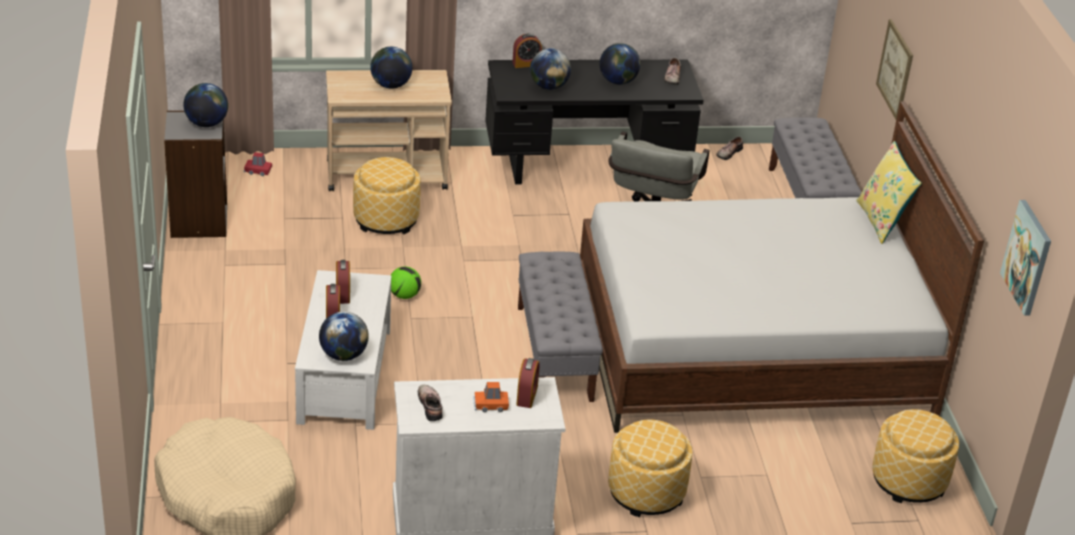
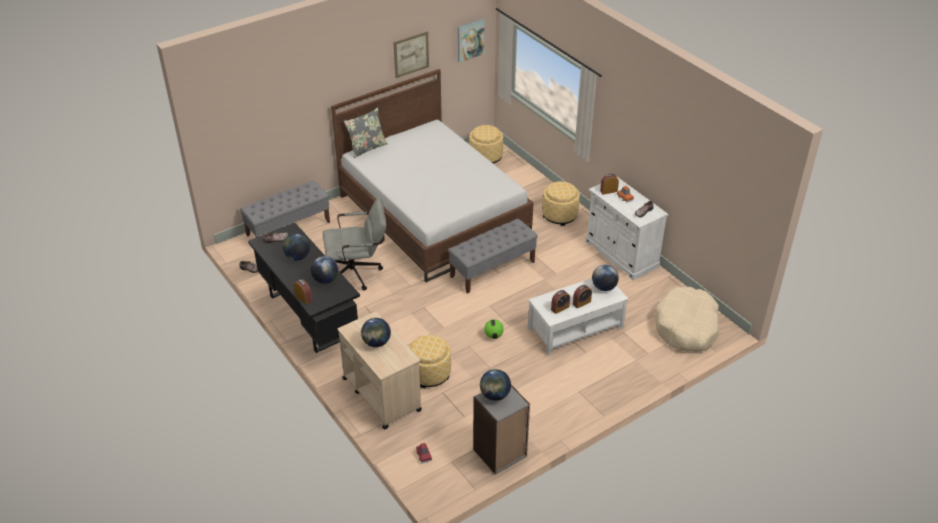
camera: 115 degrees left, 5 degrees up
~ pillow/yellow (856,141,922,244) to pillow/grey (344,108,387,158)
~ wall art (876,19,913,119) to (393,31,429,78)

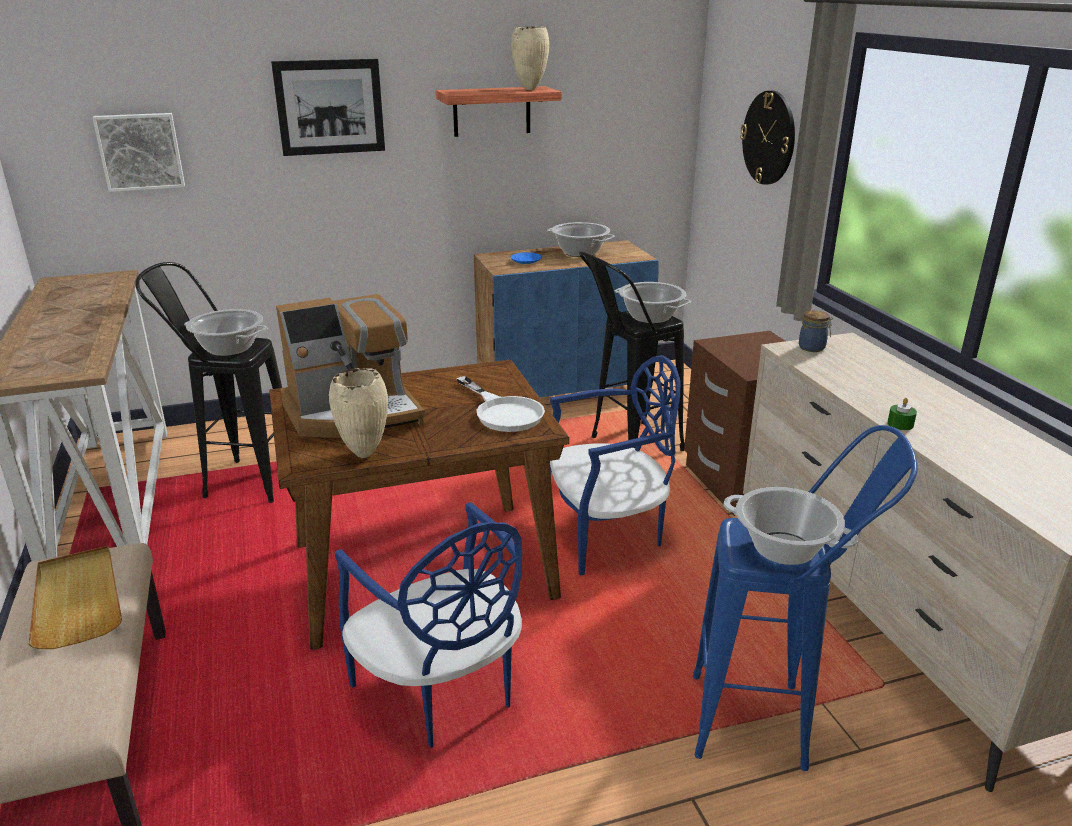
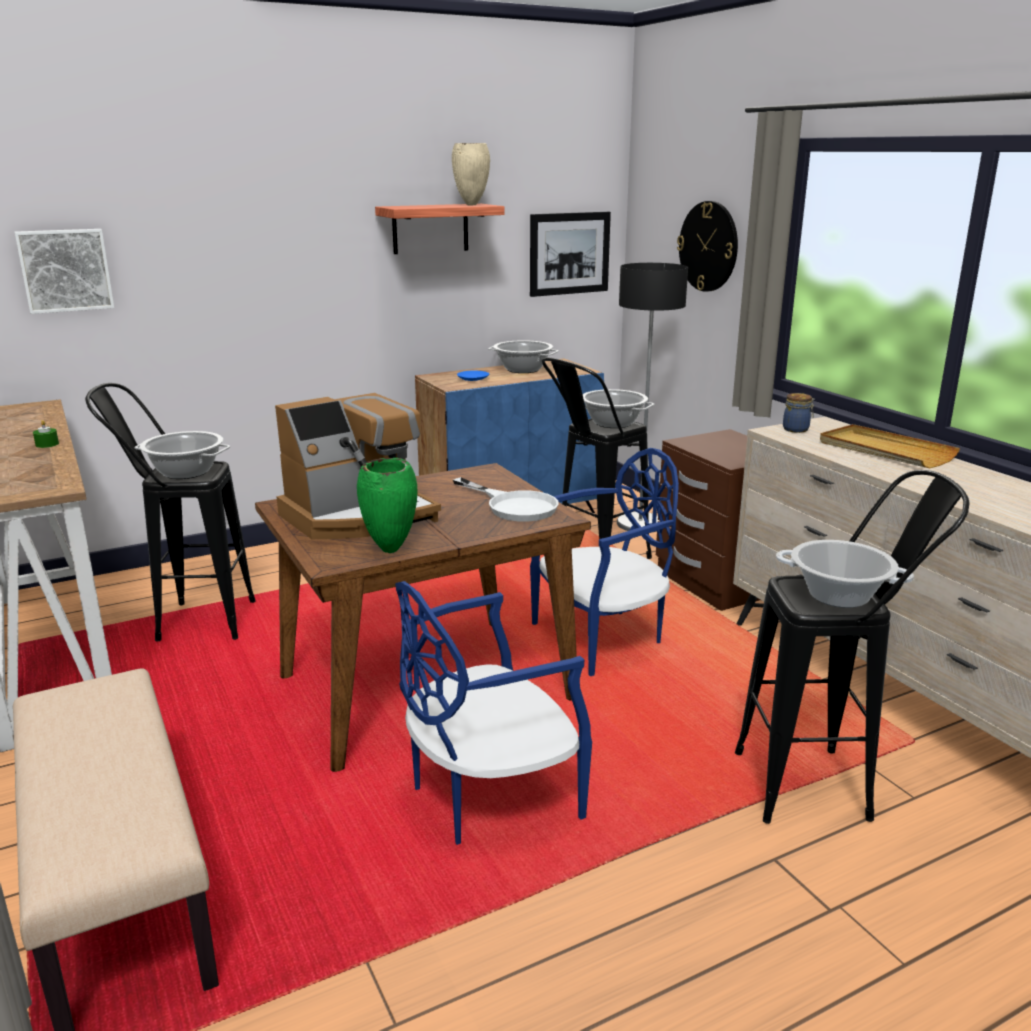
camera: 10 degrees left, 5 degrees down
~ wax light/green (887,398,917,430) to (33,420,59,448)
~ decorative vase/sand-coloured (329,368,388,458) to decorative vase/green (357,458,418,553)
~ upright chair/bluish (335,502,522,748) = (395,581,592,845) 105 degrees clockwise
~ wall art (271,59,385,156) to (530,212,611,297)
+ standard lamp (617,263,688,533)
~ stool seat/bluish (693,425,918,771) to stool seat/blackish (735,470,969,824)
~ serving tray/sand-coloured (29,546,122,649) to (820,424,960,469)

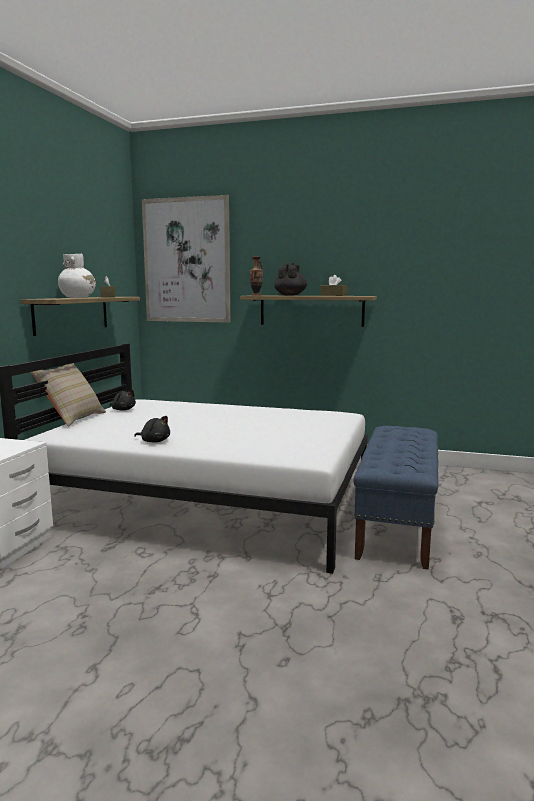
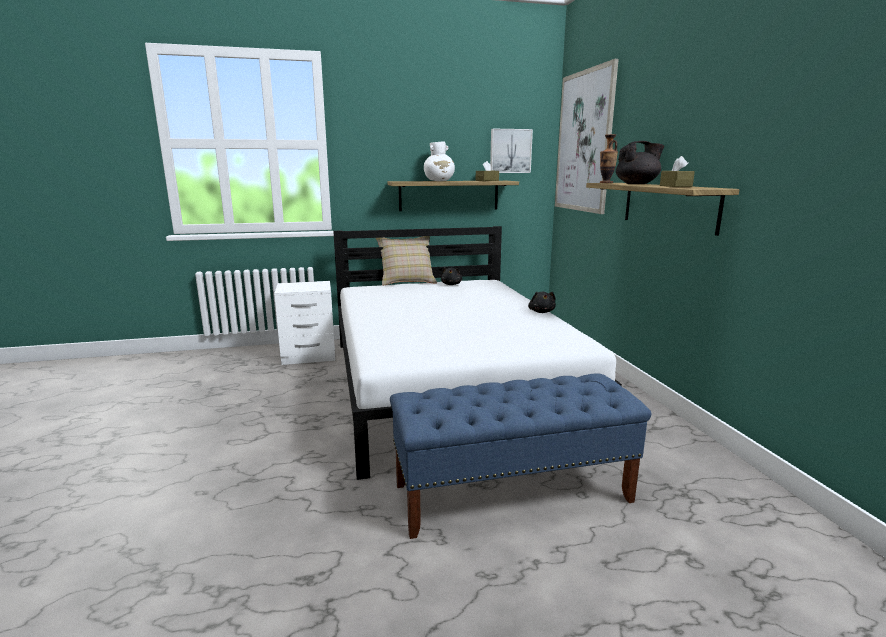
camera: 60 degrees right, 5 degrees up
+ wall art (490,129,533,173)
~ plush toy/blackish (134,416,170,443) to (528,291,556,313)

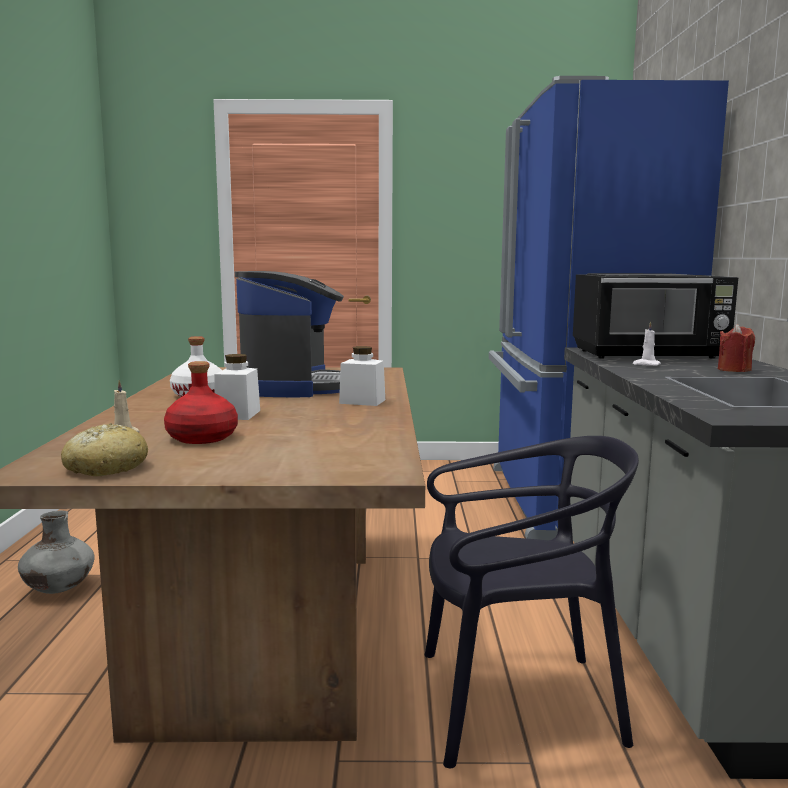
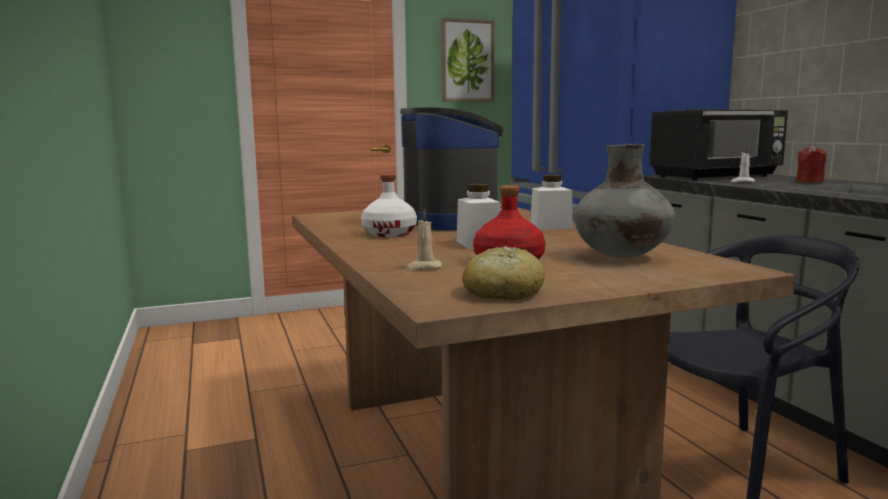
camera: 20 degrees left, 0 degrees up
+ wall art (441,18,494,102)
~ decorative vase/grey (18,511,95,594) to (574,144,675,258)

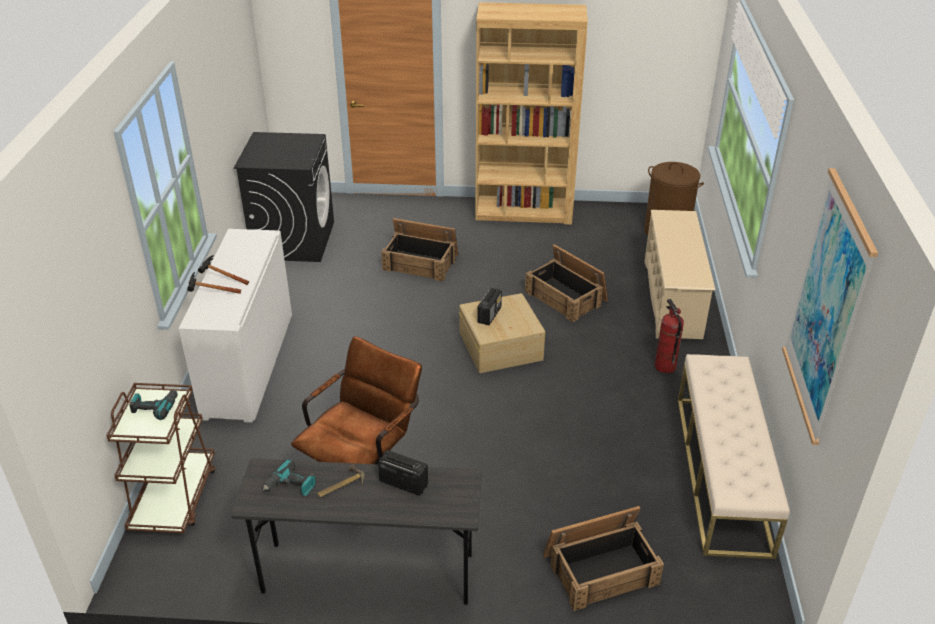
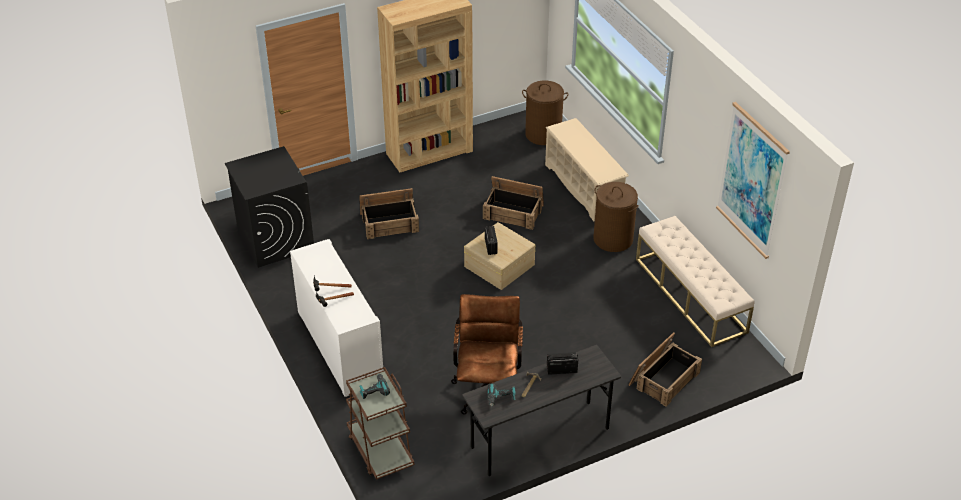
camera: 30 degrees left, 5 degrees up
~ fire extinguisher (655,299,684,373) to laundry basket/brown (594,182,639,252)

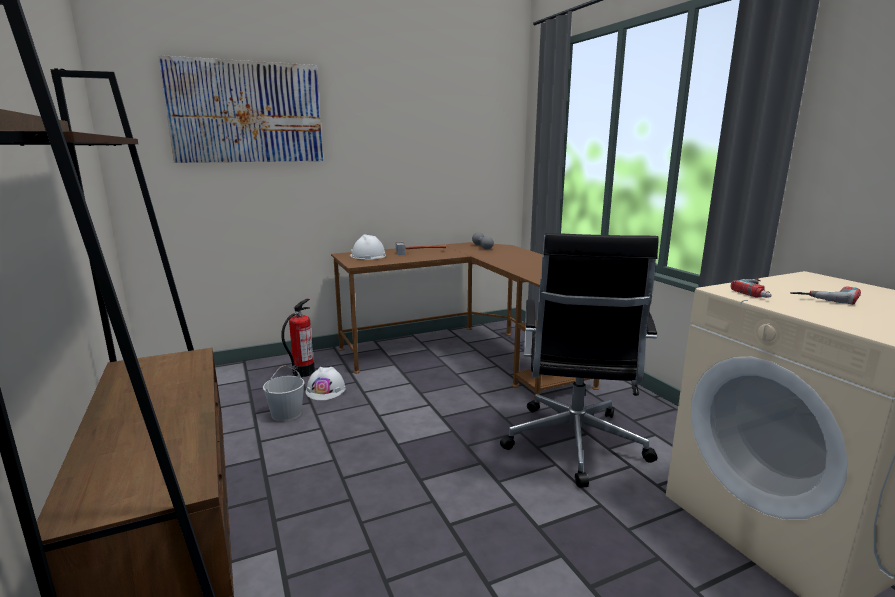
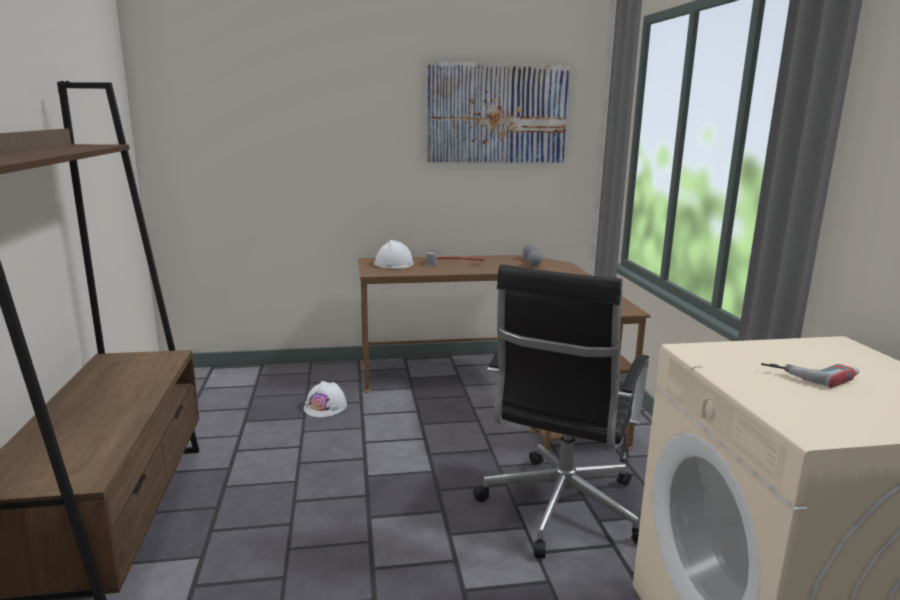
camera: 15 degrees right, 0 degrees up
~ wall art (158,55,323,163) to (426,62,570,163)
- pail/white (263,365,304,421)
- fire extinguisher (281,299,315,377)
- power drill (731,278,772,298)

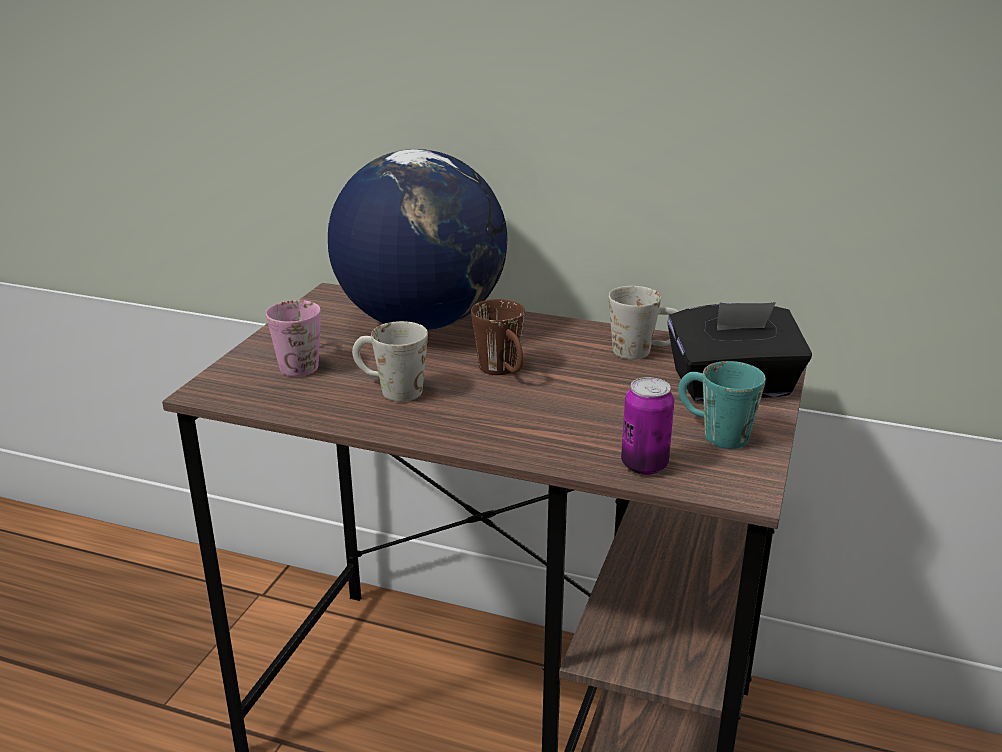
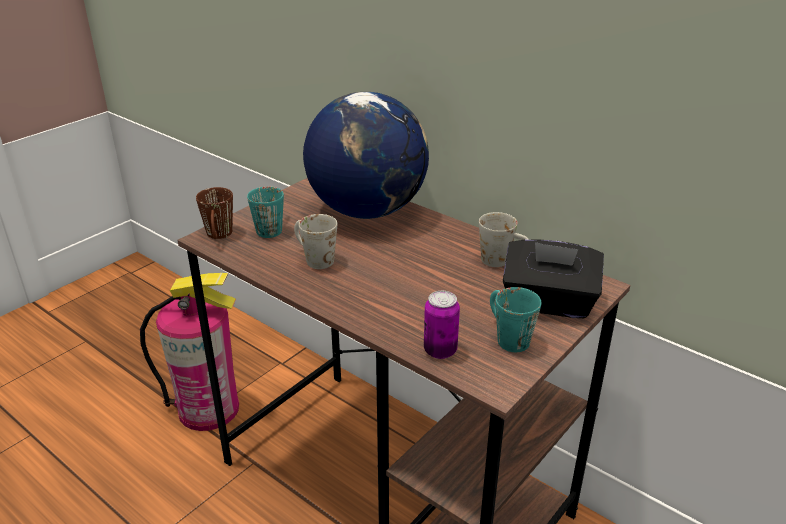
camera: 20 degrees right, 5 degrees up
+ fire extinguisher (140,273,239,431)
~ tea mug/brown (471,299,525,375) to (196,187,233,239)
~ tea mug/pink-coloured (266,300,321,377) to tea mug/turquoise-coloured (247,186,284,238)

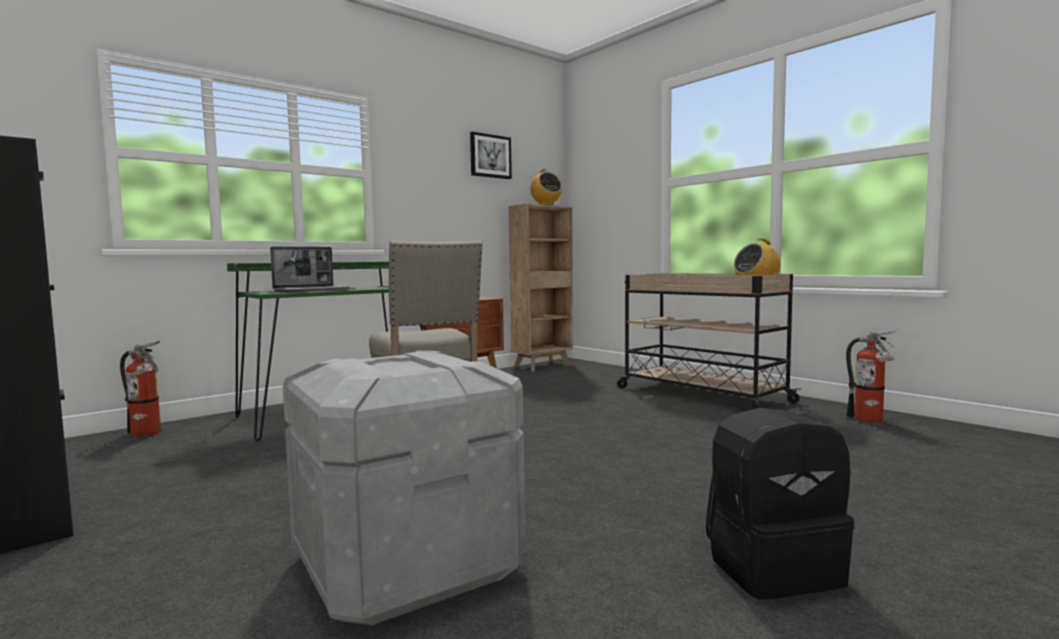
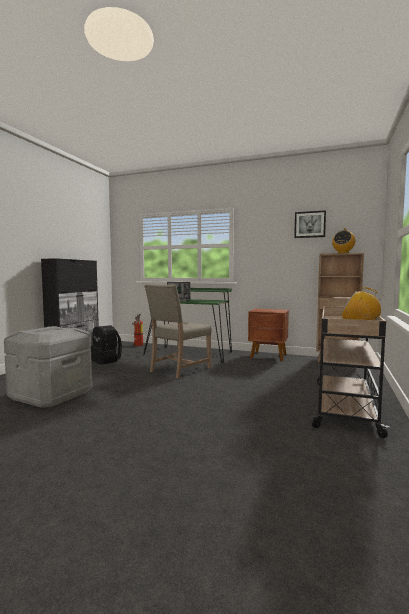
camera: 60 degrees right, 0 degrees up
~ knapsack/blackish (706,408,854,600) to (91,325,122,364)
- fire extinguisher (846,330,897,424)

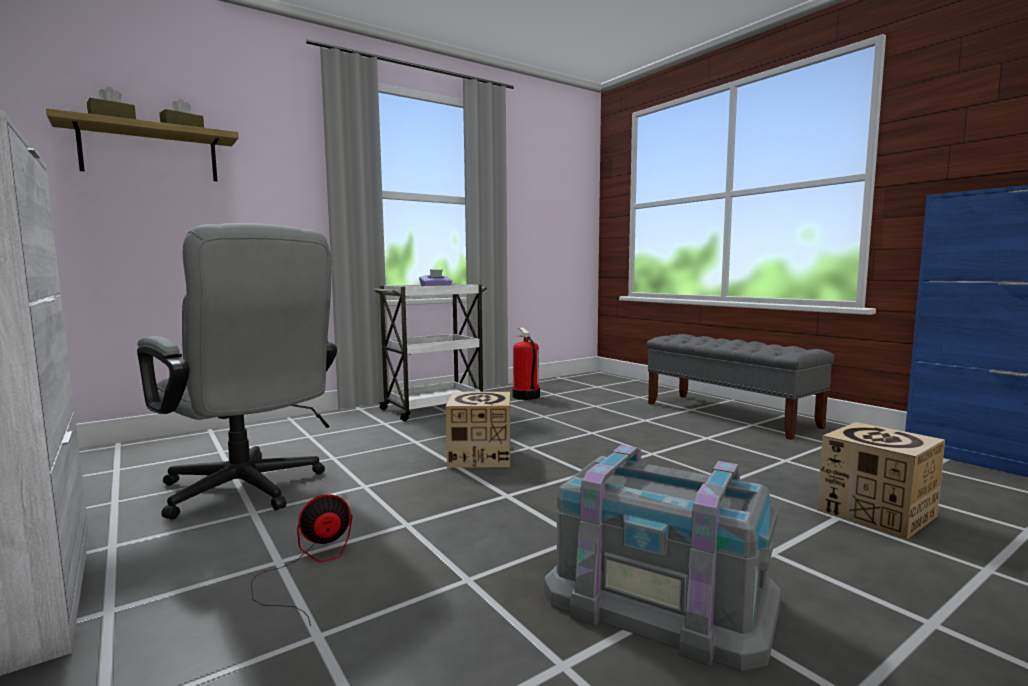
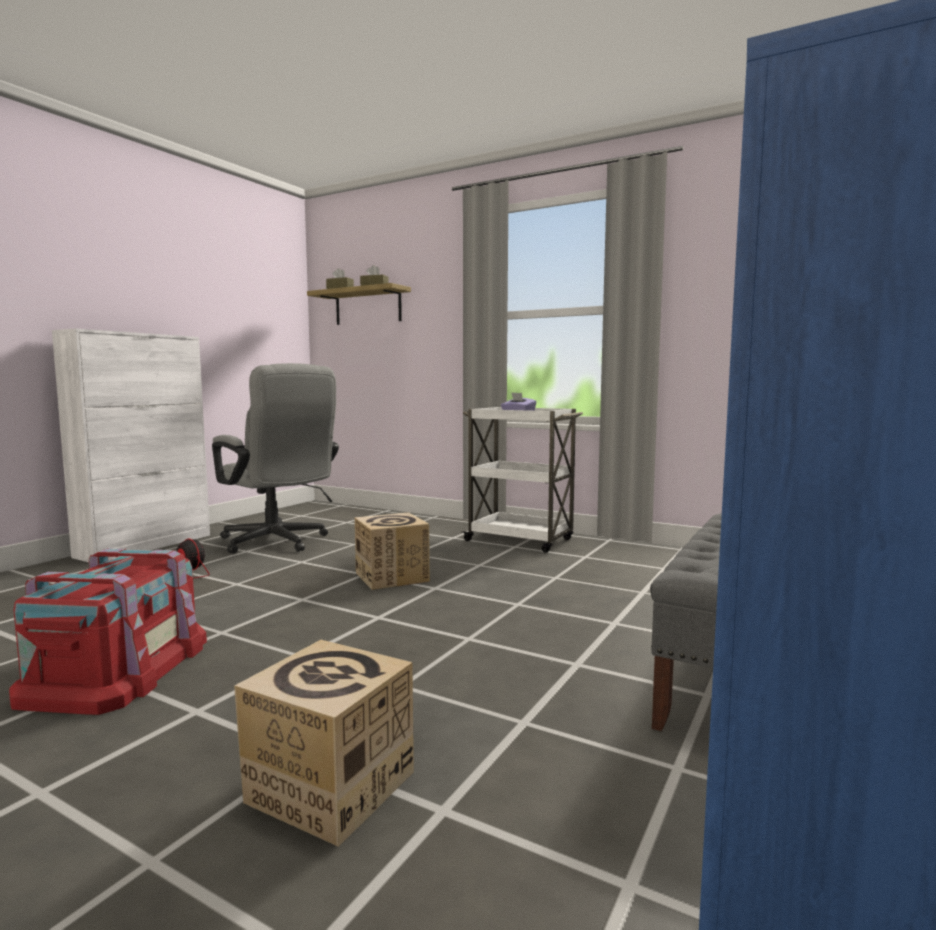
camera: 65 degrees right, 0 degrees up
~ storage box/grey (544,445,781,671) to storage box/red-coloured (9,548,207,715)
~ desk chair/grey (137,223,337,520) = (212,363,339,554) 60 degrees counterclockwise
- fire extinguisher (512,328,540,400)

